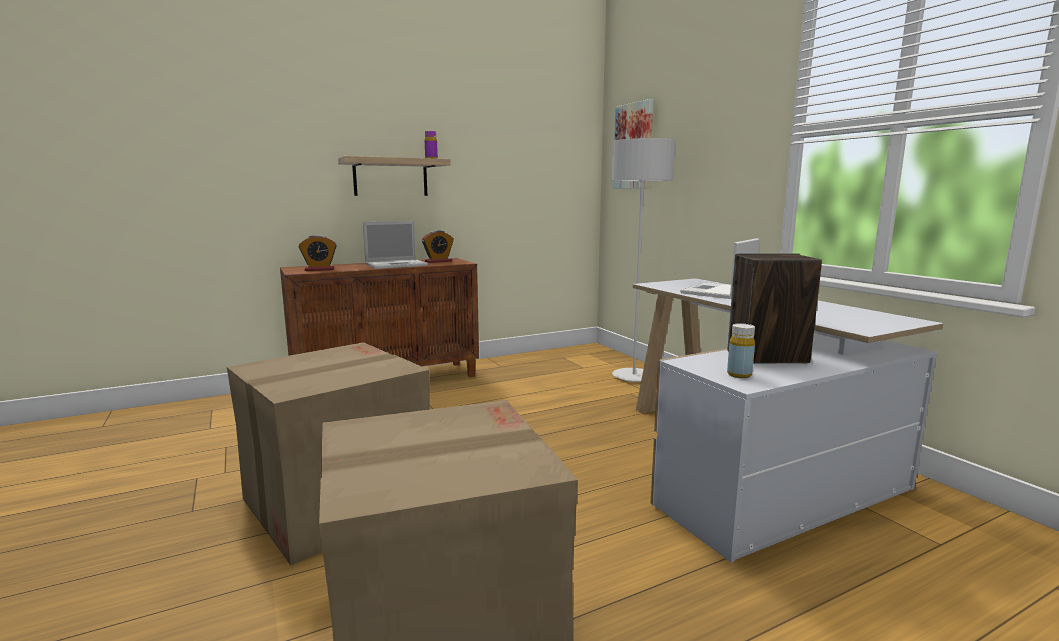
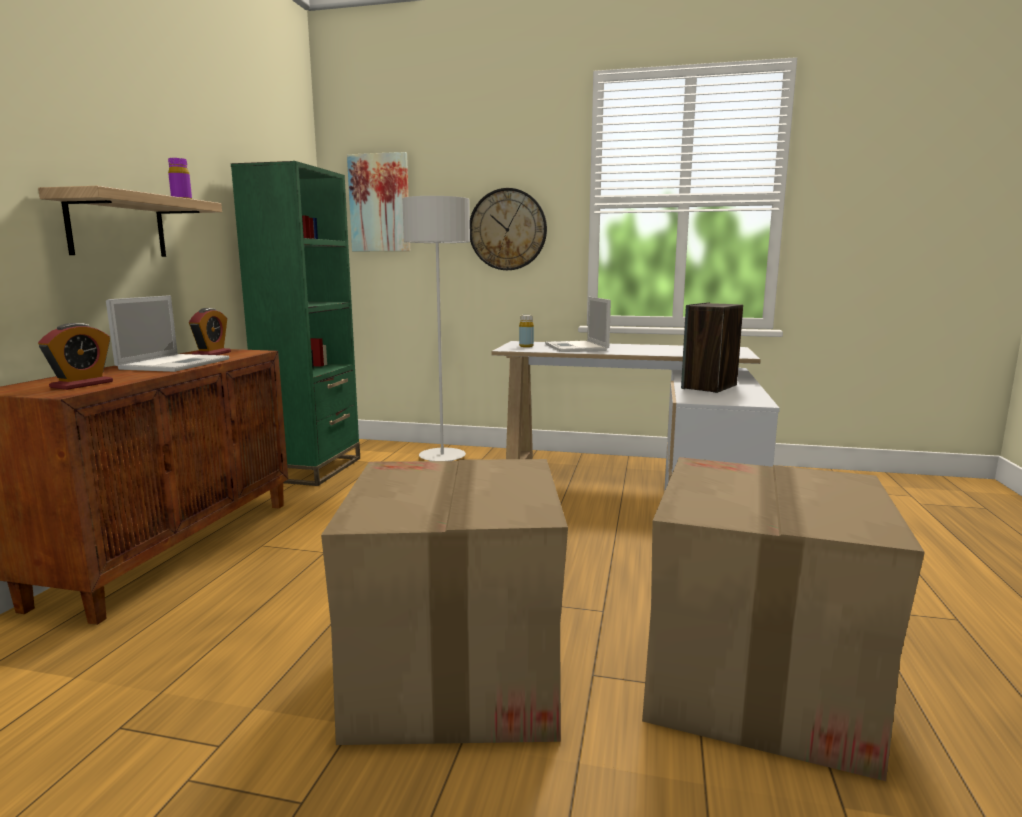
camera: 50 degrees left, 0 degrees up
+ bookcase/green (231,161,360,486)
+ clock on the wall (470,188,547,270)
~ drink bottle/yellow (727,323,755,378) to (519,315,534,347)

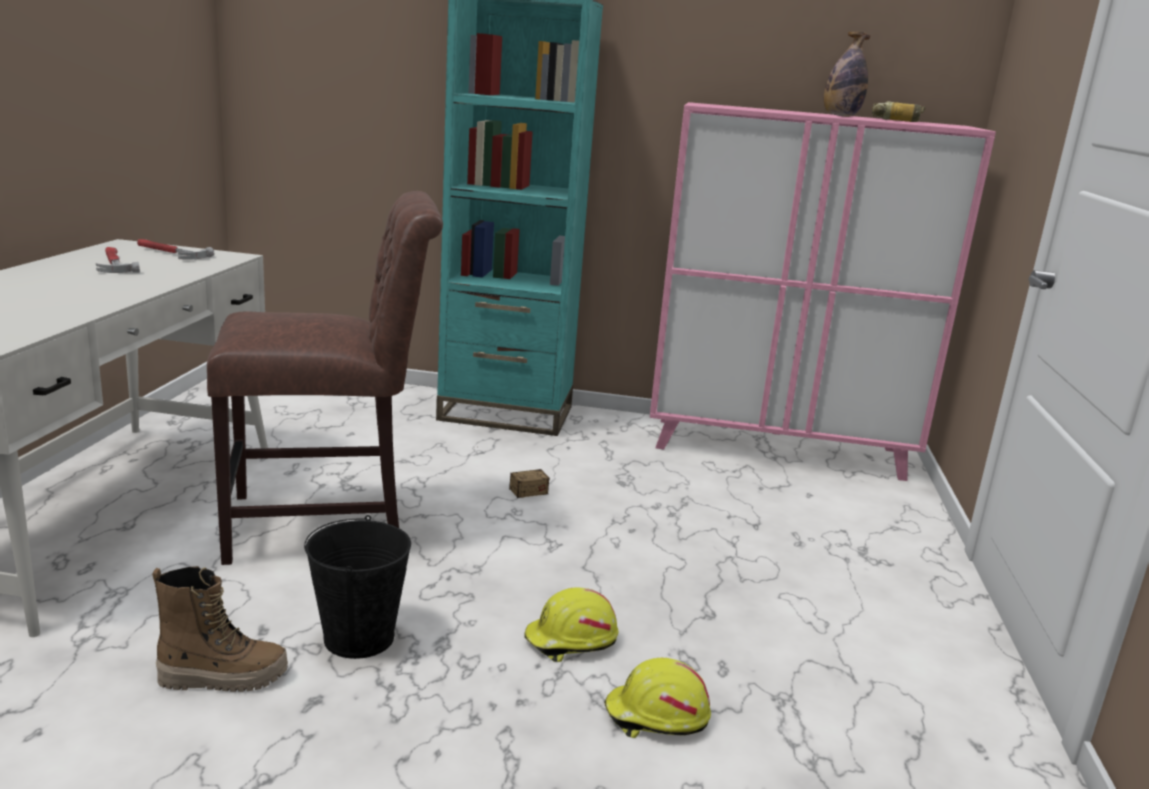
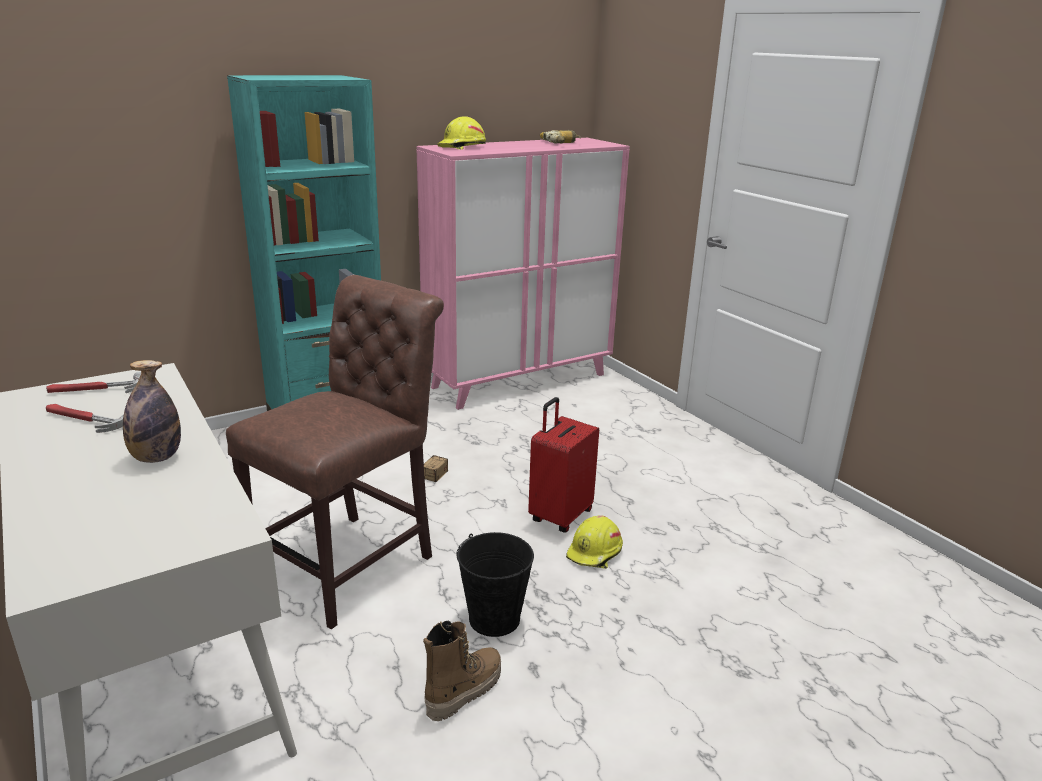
camera: 40 degrees left, 5 degrees up
~ drink bottle (824,32,870,117) to (123,360,181,463)
~ hard hat/yellow (604,658,711,738) to (437,116,486,150)
+ travel case/red-coloured (528,397,599,533)

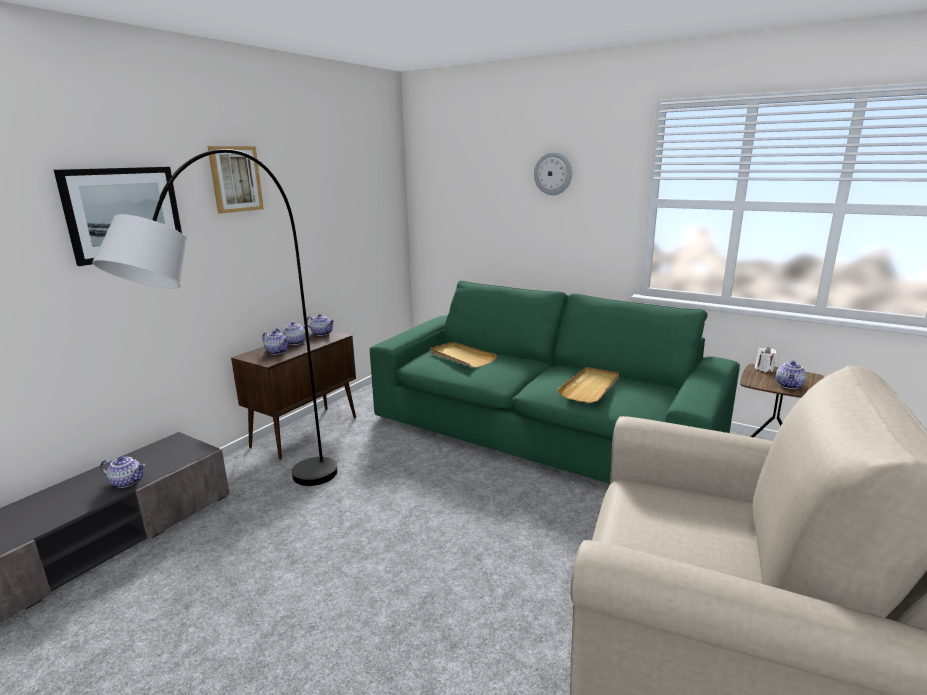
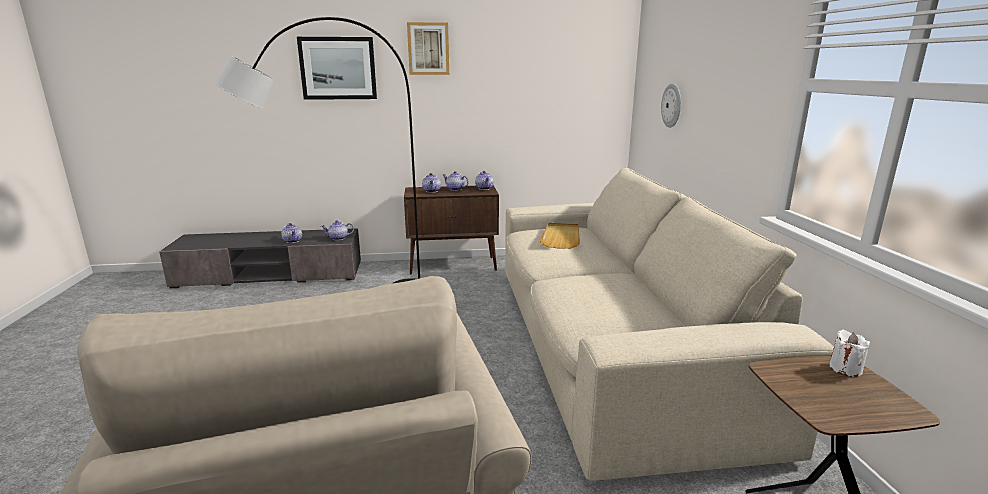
camera: 50 degrees right, 0 degrees up
~ pot for tea (776,360,807,389) to (321,220,354,240)
~ sofa/green (370,281,740,484) to sofa/sand-coloured (505,167,834,481)
~ clock on the wall (534,152,572,195) to (661,84,681,128)
- serving tray/sand-coloured (557,367,619,403)

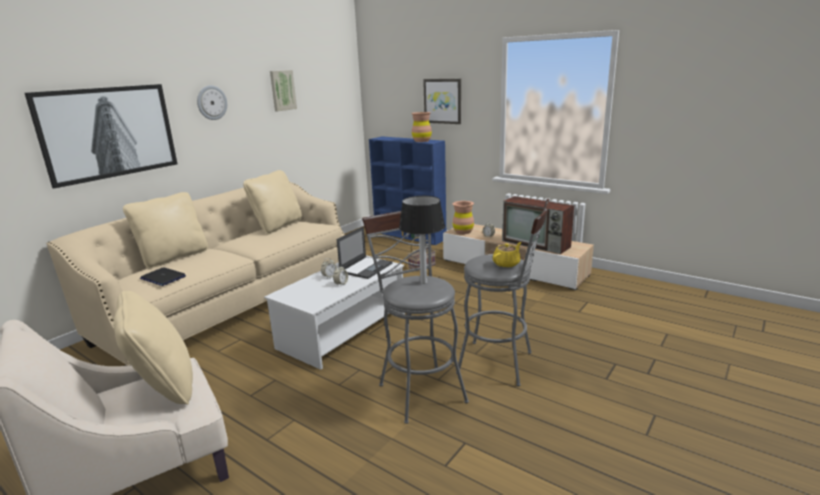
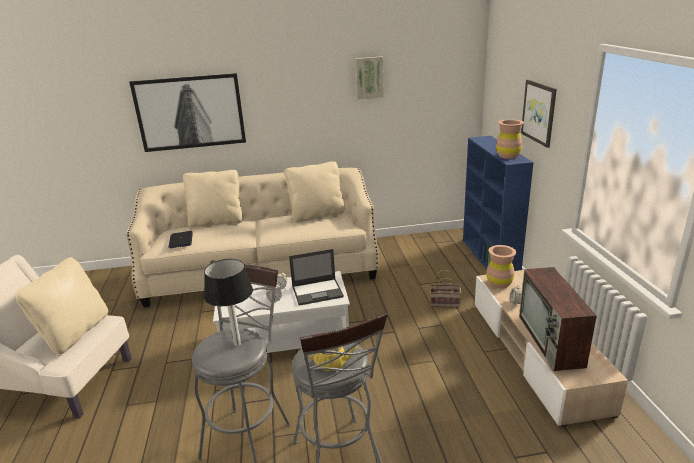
camera: 45 degrees right, 5 degrees up
- clock on the wall (197,85,227,120)

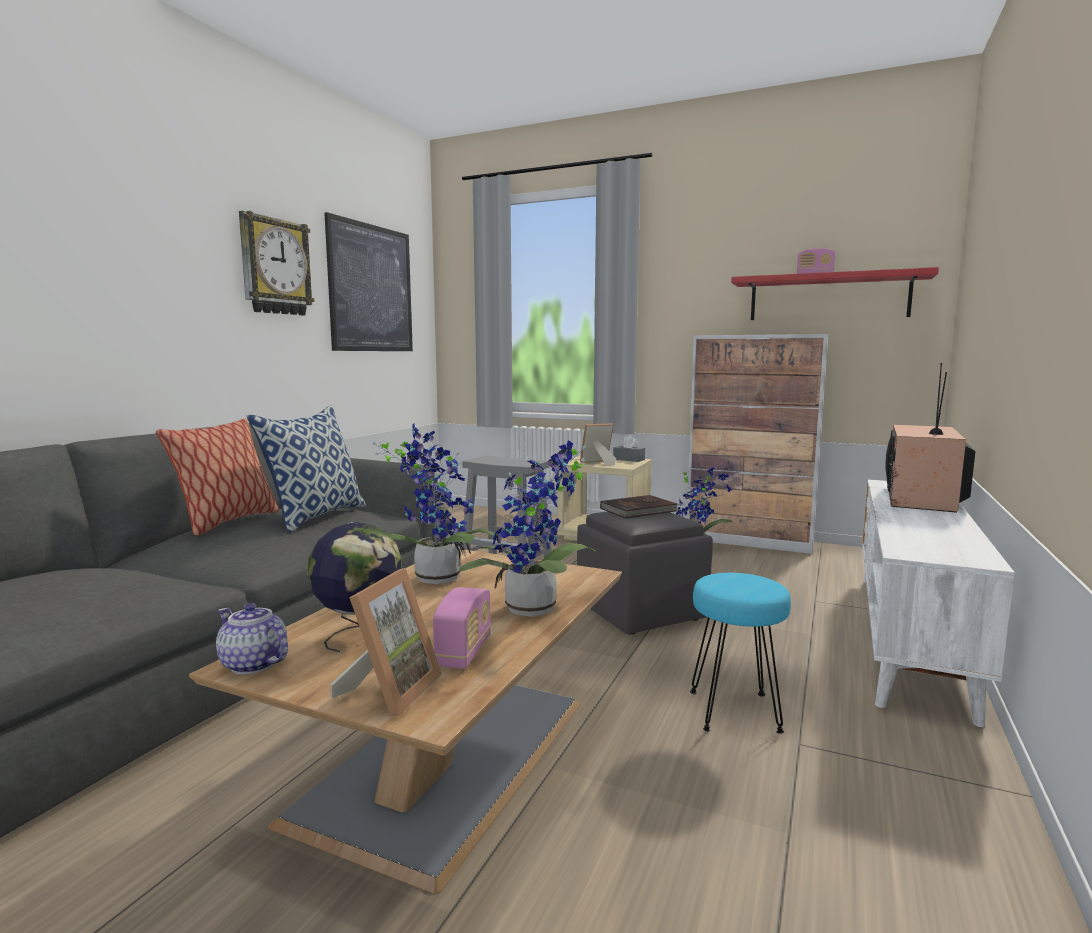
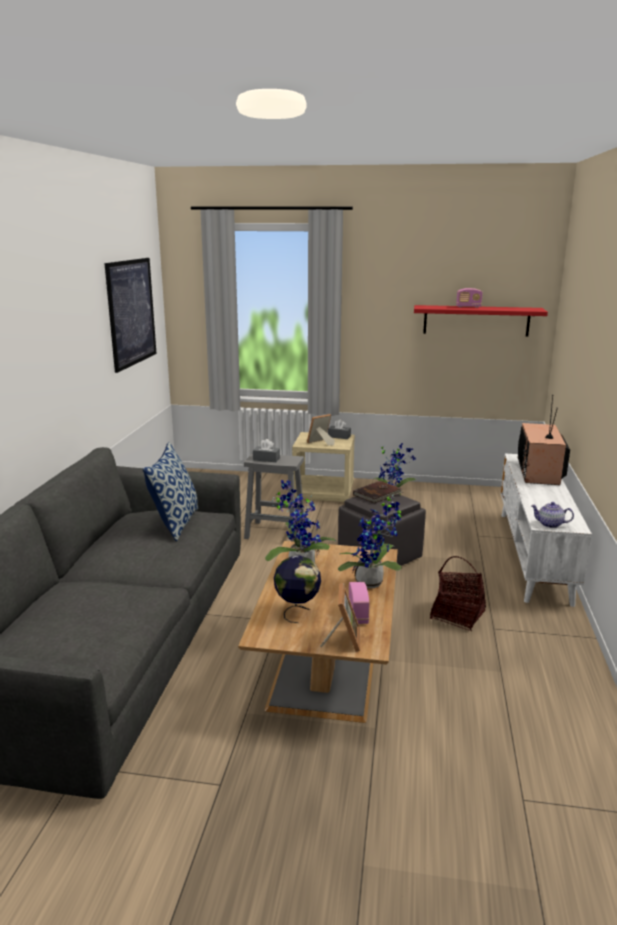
camera: 15 degrees left, 10 degrees up
+ box of tissues/grey (253,439,280,462)
~ stool seat/turquoise-coloured (690,573,791,734) to household basket (430,556,486,631)
~ pot for tea (216,603,288,674) to (531,502,574,528)
- pillow (156,418,279,536)
- clock on the wall (239,211,314,315)
- storage cabinet (687,334,828,554)

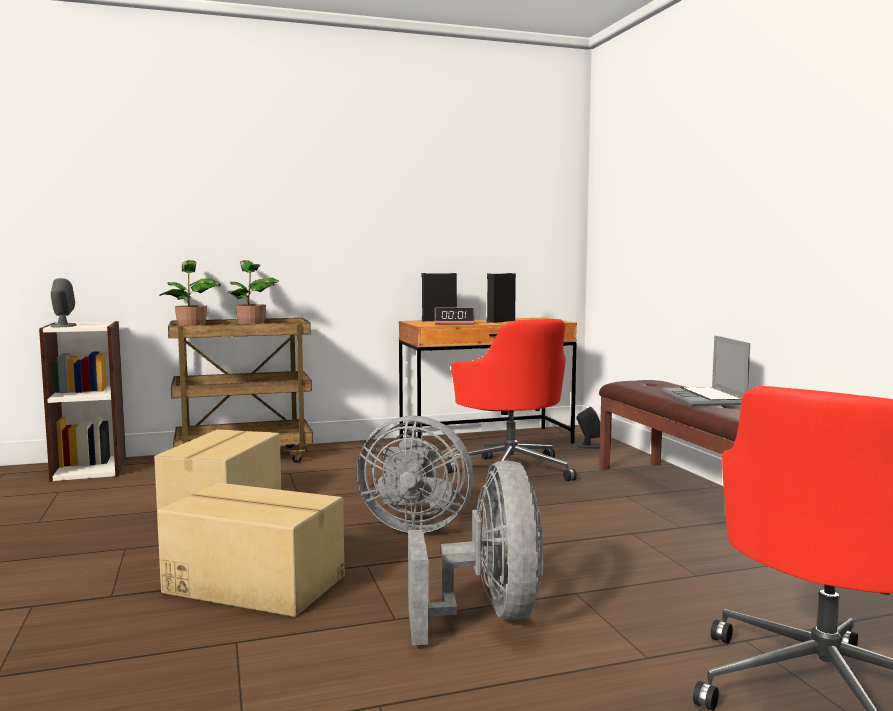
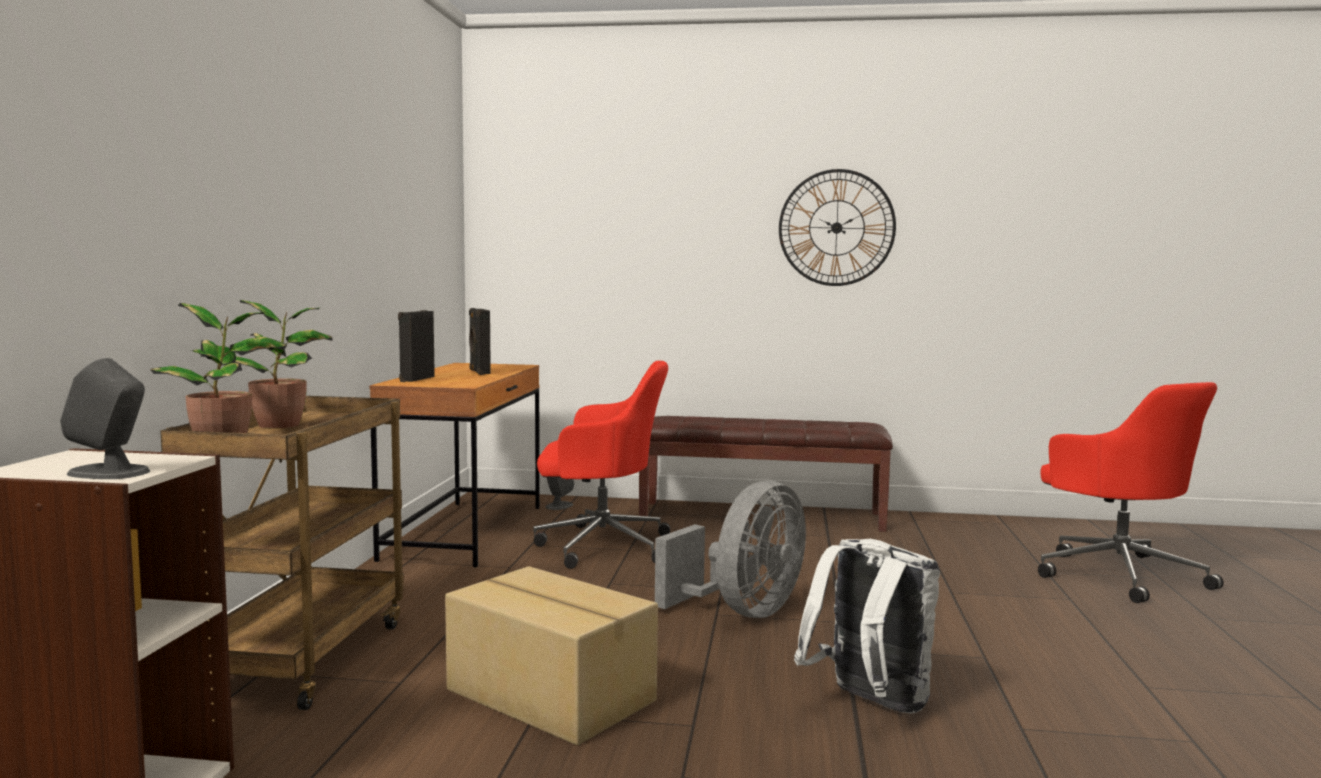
camera: 65 degrees left, 0 degrees up
+ clock on the wall (779,169,896,286)
~ cardboard box (157,483,345,617) to knapsack/white (794,539,940,714)
- electric fan/grey (408,461,544,645)
- alarm clock (435,307,475,325)
- portable computer (663,335,750,406)

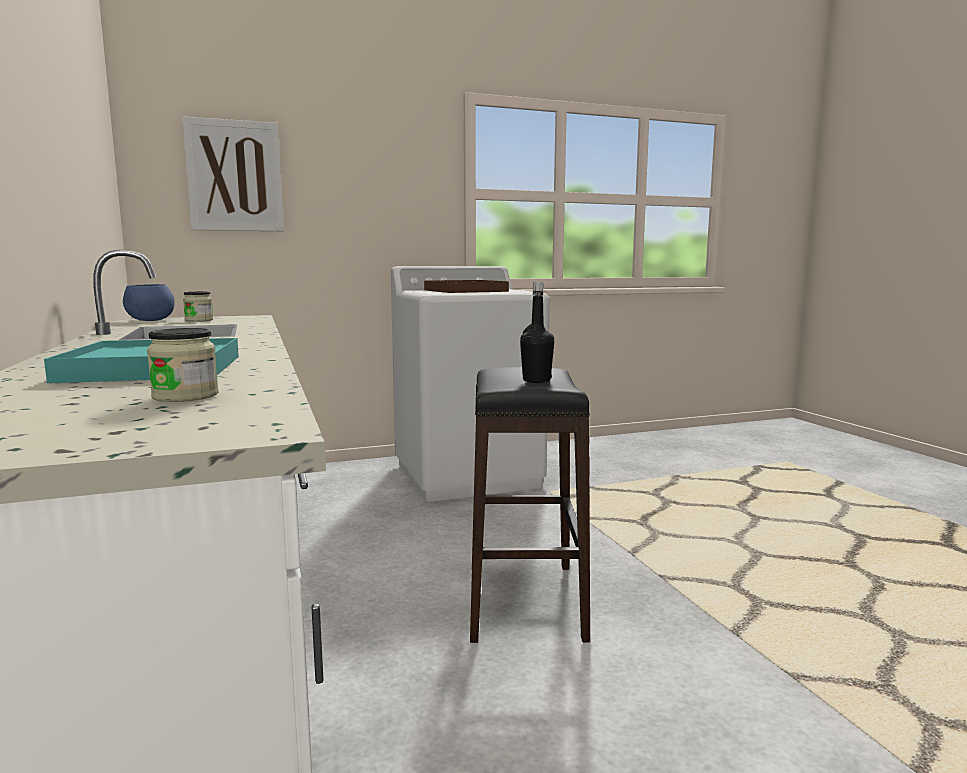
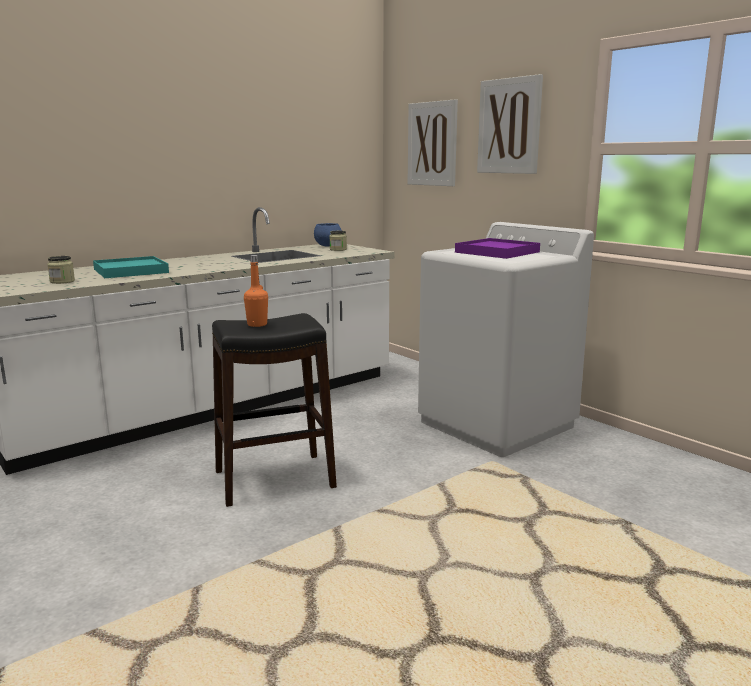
camera: 70 degrees right, 5 degrees up
~ drink bottle/blackish (520,282,554,383) to drink bottle/orange-coloured (244,255,268,327)
~ serving tray/brown (424,280,509,293) to serving tray/purplish (455,238,540,259)
+ wall art (477,74,543,174)

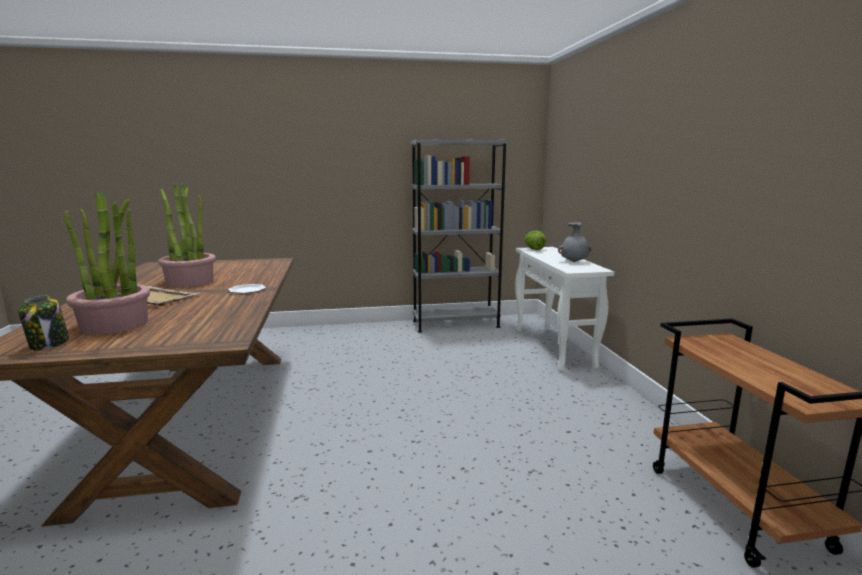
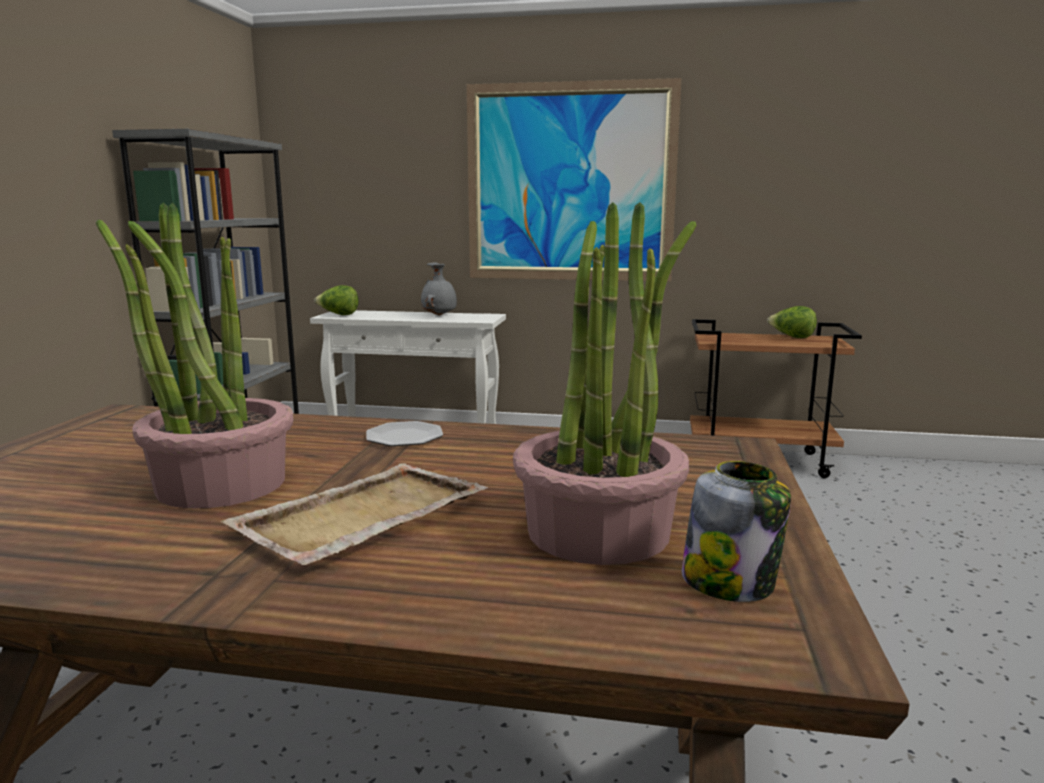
camera: 70 degrees left, 0 degrees up
+ wall art (467,78,681,281)
+ head of lettuce (767,306,817,338)

